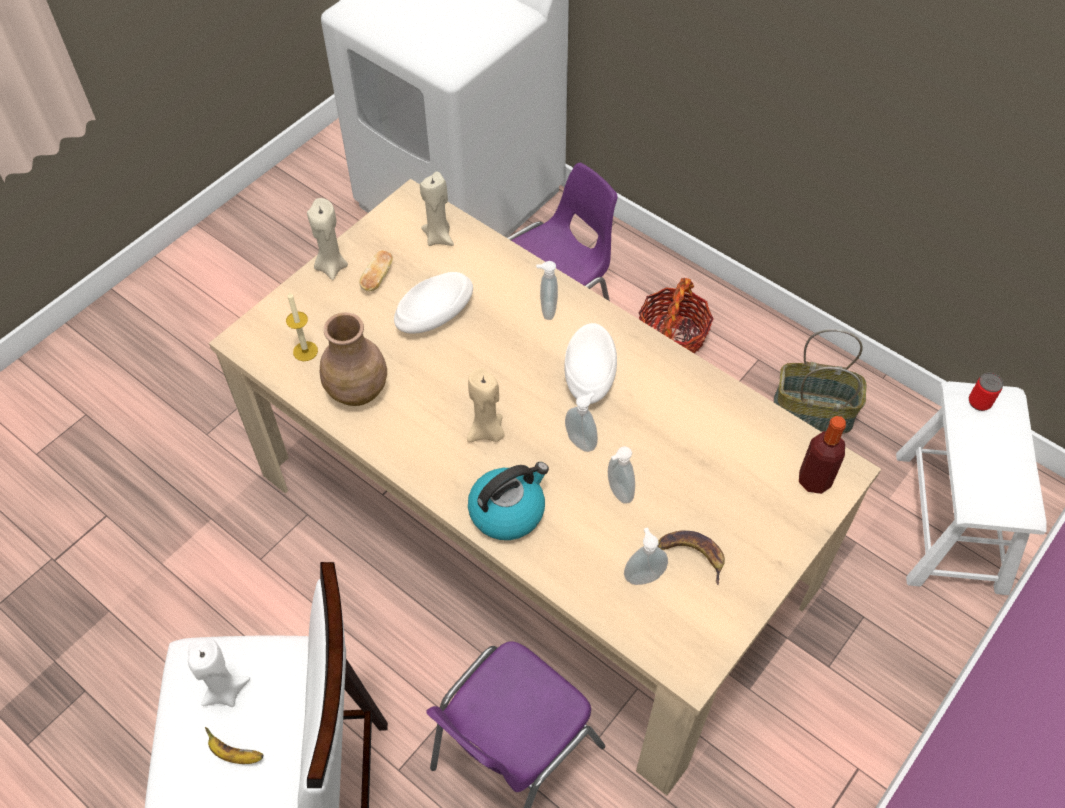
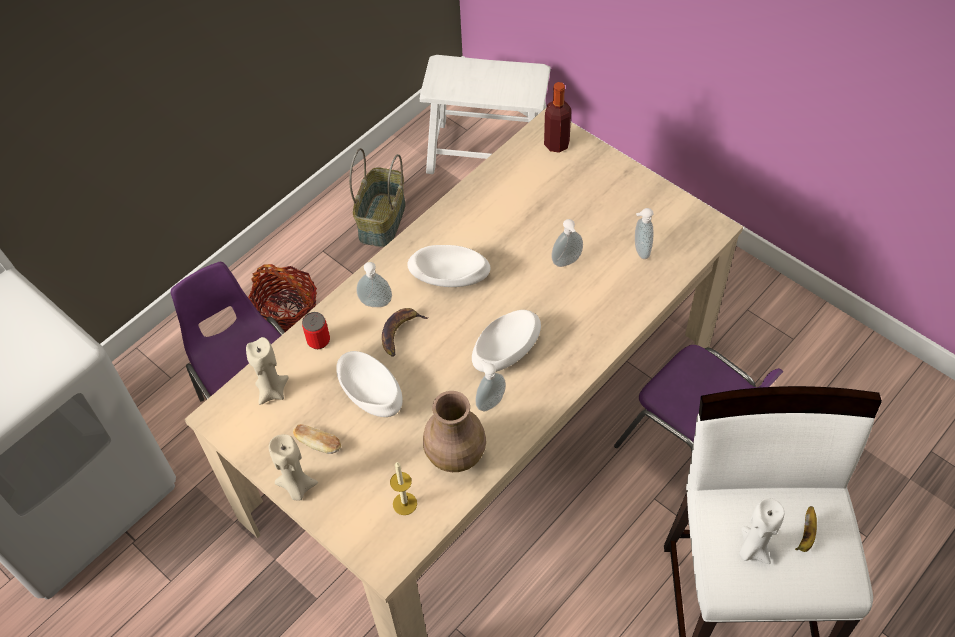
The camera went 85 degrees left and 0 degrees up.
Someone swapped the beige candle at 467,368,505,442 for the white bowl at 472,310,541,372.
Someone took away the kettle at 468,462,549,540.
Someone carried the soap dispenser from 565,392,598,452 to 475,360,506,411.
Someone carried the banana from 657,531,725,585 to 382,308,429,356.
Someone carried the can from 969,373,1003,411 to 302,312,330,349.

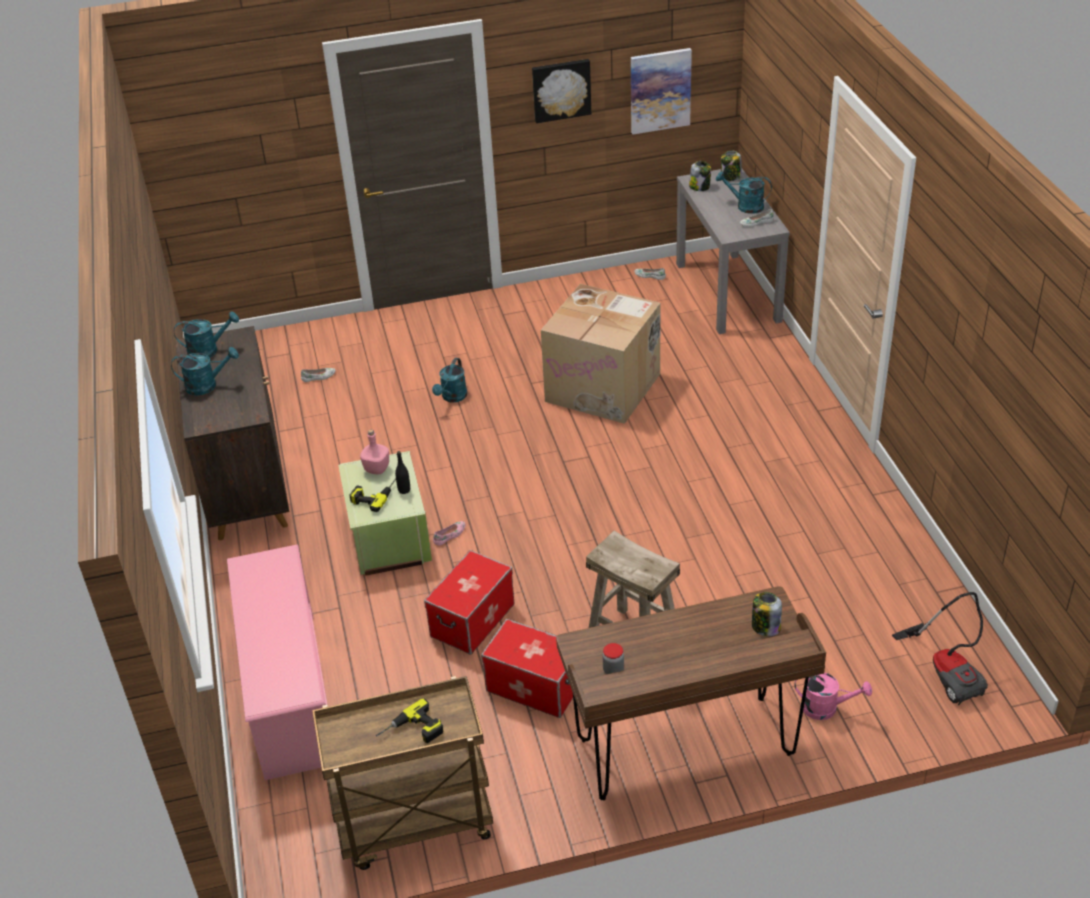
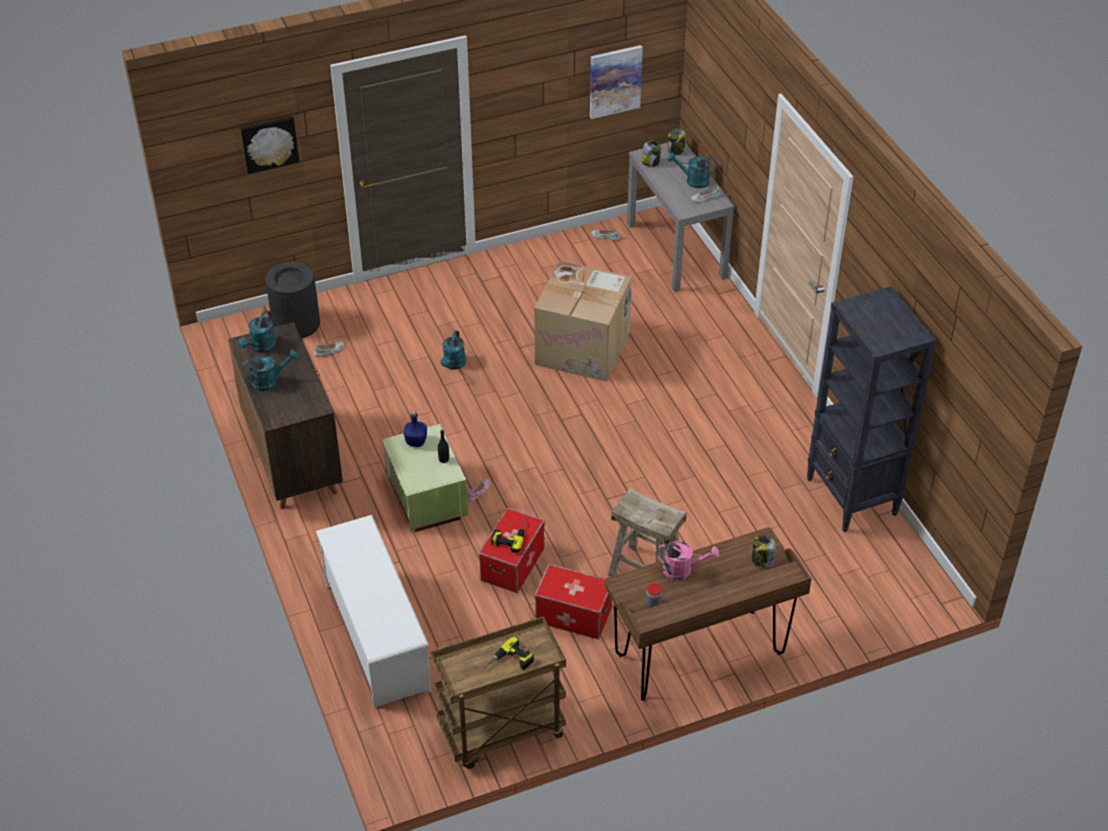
The camera went 10 degrees left and 5 degrees up.
Someone rotated the turquoise watering can at 174,312,239,358 by 135 degrees clockwise.
Someone repainted the pink shoe rack at 227,544,328,780, which became the white shoe rack at 316,515,431,707.
Someone carried the power drill from 350,478,396,512 to 491,520,526,553.
Someone repainted the pink bottle at 360,430,389,474, which became the blue bottle at 404,411,427,447.
Someone carried the picture from 532,59,591,123 to 240,116,299,174.
Someone carried the pink watering can from 794,673,872,720 to 656,541,719,581.
Someone took away the vacuum cleaner at 892,592,988,705.
Someone put down the black trash can at 265,262,320,339.
Someone put down the black bookcase at 807,286,937,532.

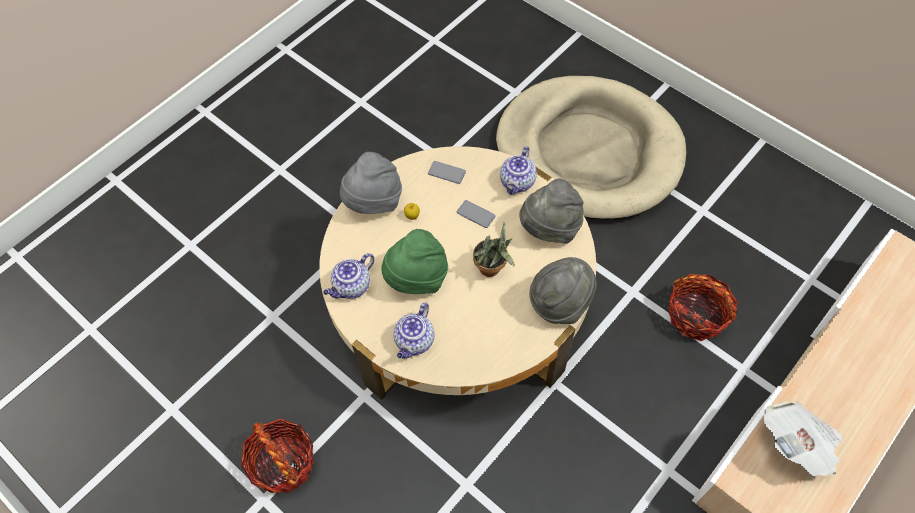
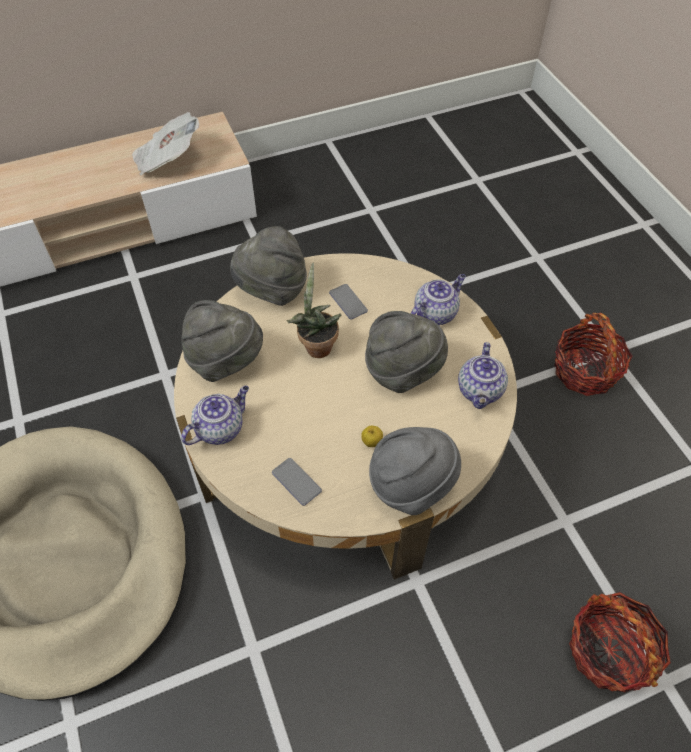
The camera went 155 degrees left and 5 degrees down.
Someone rotated the teapot at 323,253,374,299 by 120 degrees clockwise.
Someone repainted the green hat at 381,229,448,294, which became the grey hat at 365,311,448,393.
Someone carried the phone from 456,200,496,228 to 329,284,368,320.
Someone carried the basket from 669,274,738,341 to 569,592,671,692.

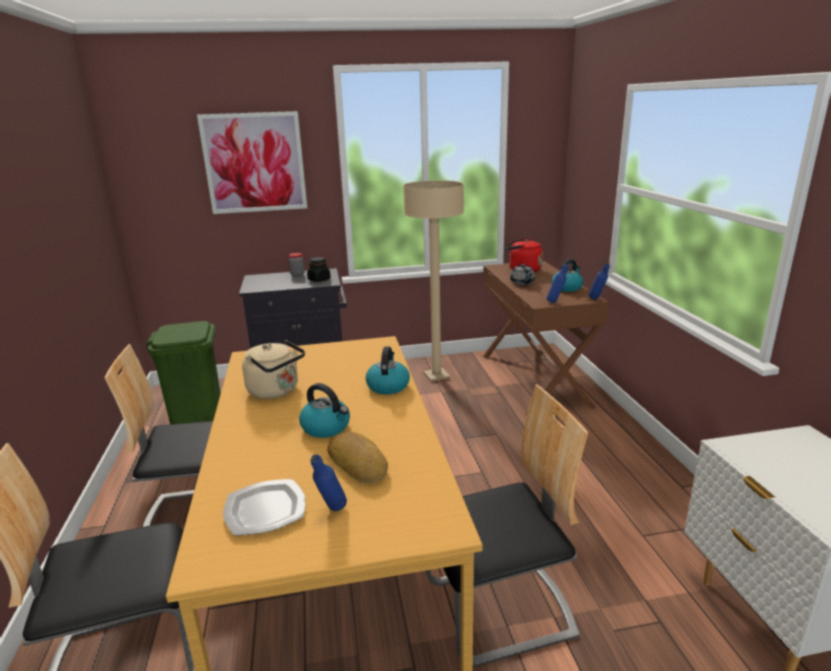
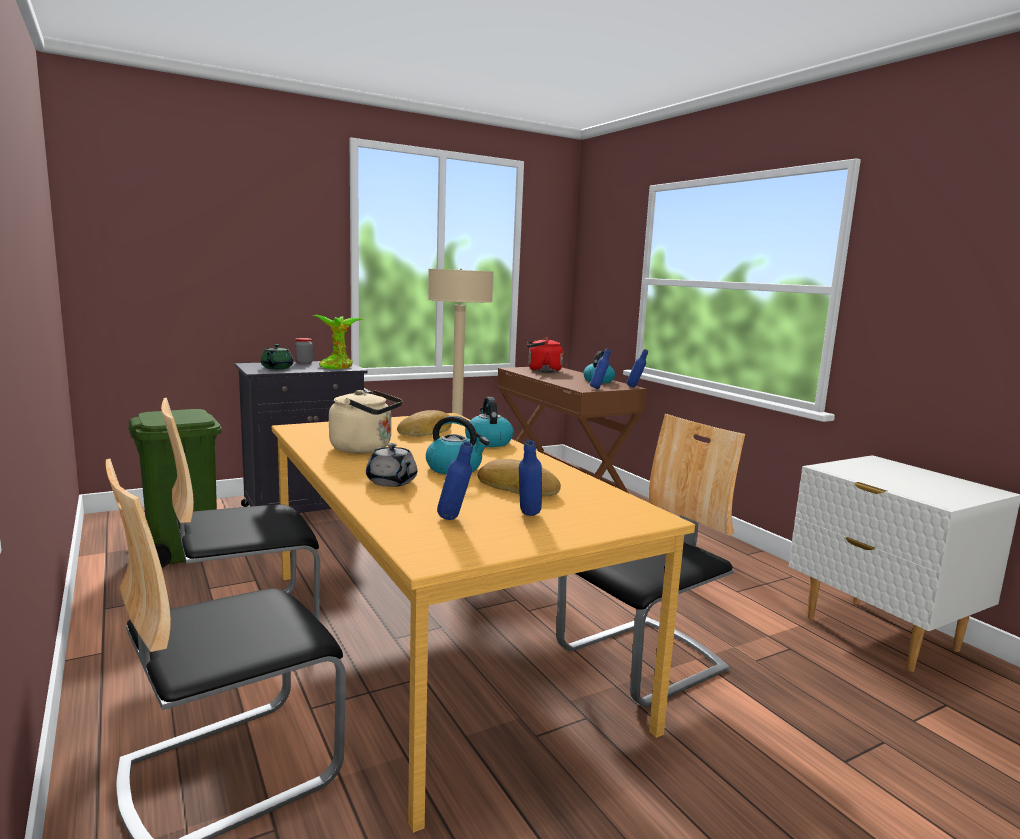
The camera went 20 degrees left and 10 degrees down.
Someone took away the picture at 197,111,307,214.
Someone swapped the plate at 223,479,306,536 for the blue bottle at 437,441,473,520.
Someone swapped the black jar at 307,257,331,282 for the potted plant at 312,315,363,369.
Someone carried the grey teapot from 510,264,535,285 to 366,443,417,487.
Someone put down the green teapot at 261,344,293,369.
Someone put down the bread at 397,410,452,436.

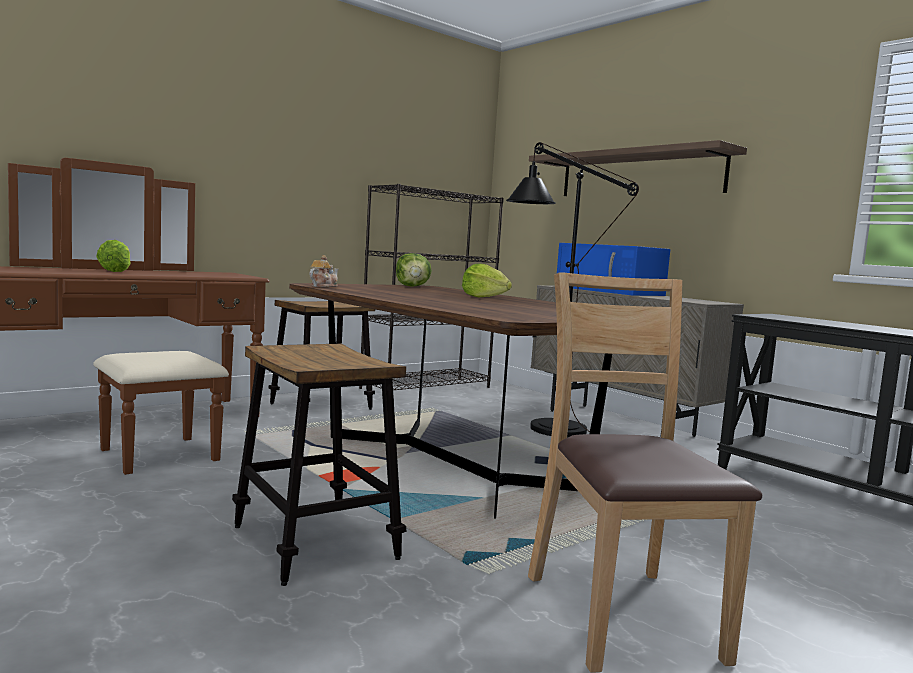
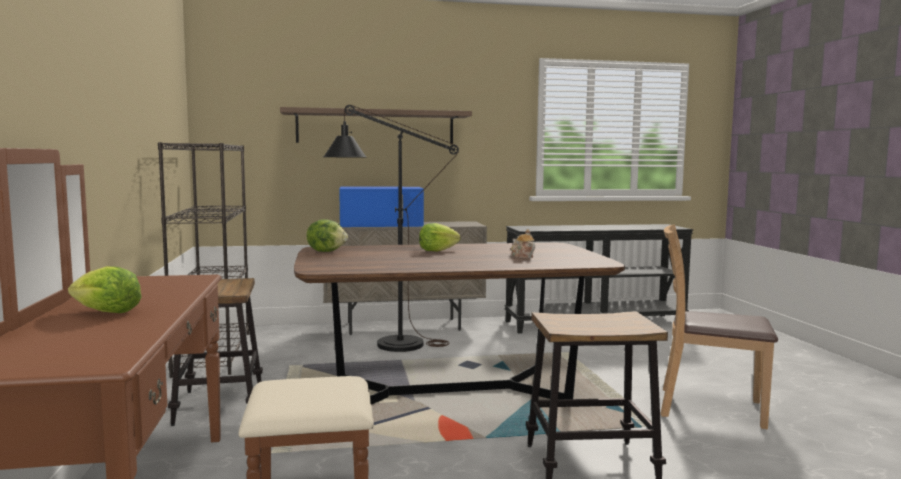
The camera went 60 degrees left and 0 degrees up.
Someone carried the teapot from 309,255,339,287 to 511,229,535,258.

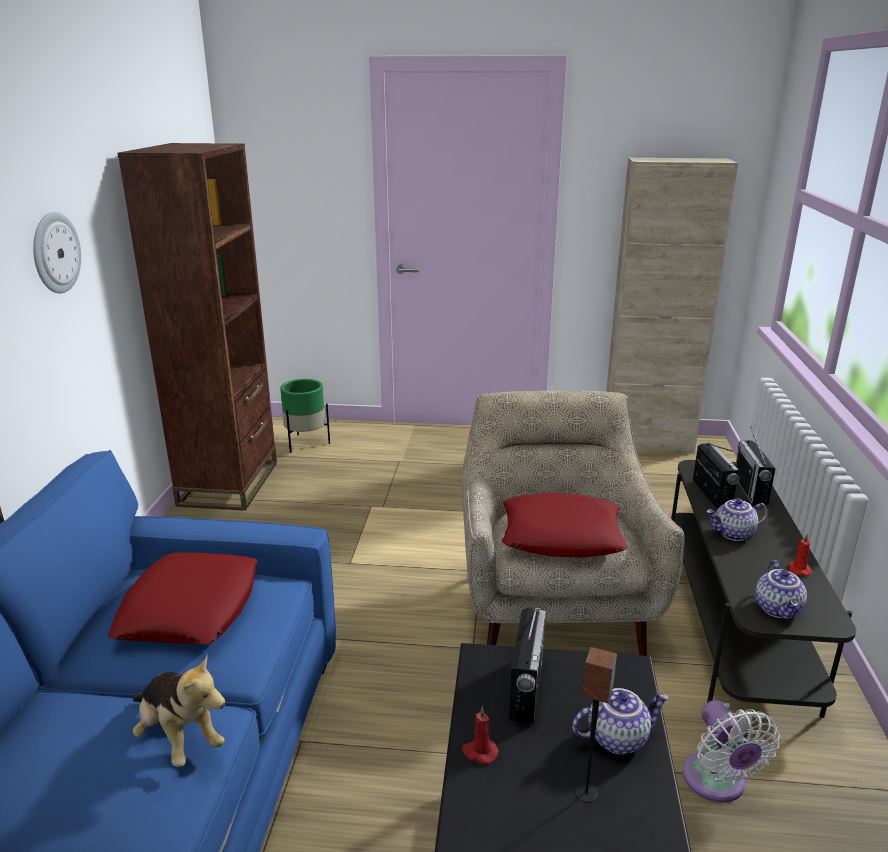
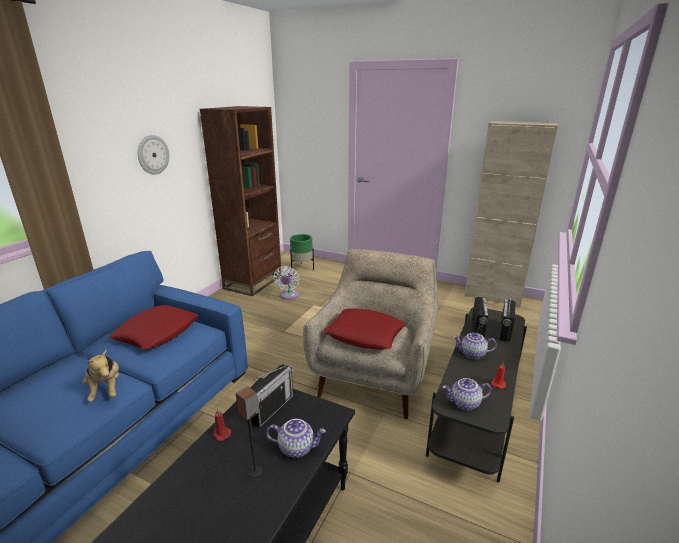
The camera went 20 degrees right and 0 degrees up.
Someone carried the white fan from 682,700,780,803 to 273,266,300,300.
Someone rotated the teapot at 755,560,807,620 by 60 degrees clockwise.

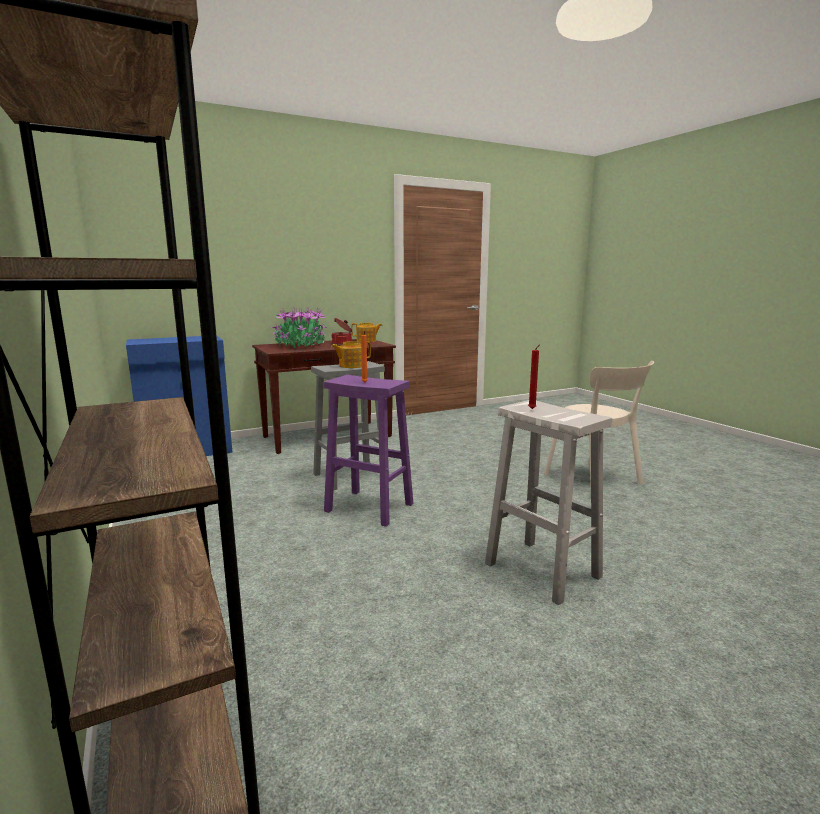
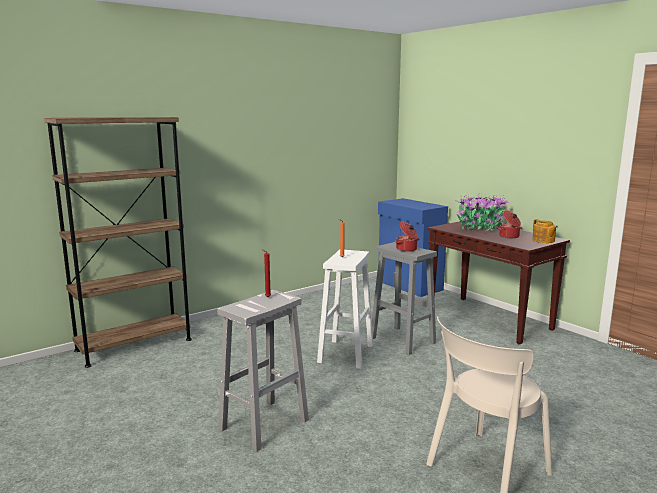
The camera went 80 degrees right and 0 degrees up.
Someone repainted the purple stool at 324,375,413,527, which became the white stool at 317,249,373,369.
Someone swapped the teapot at 331,341,371,368 for the cooking pot at 394,221,419,252.

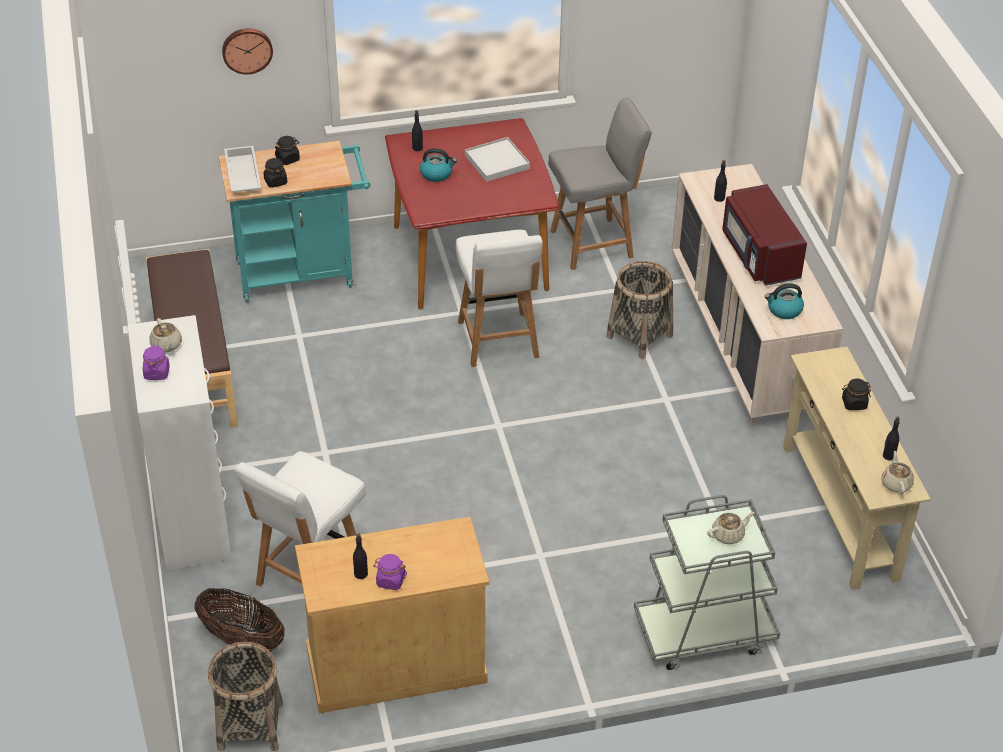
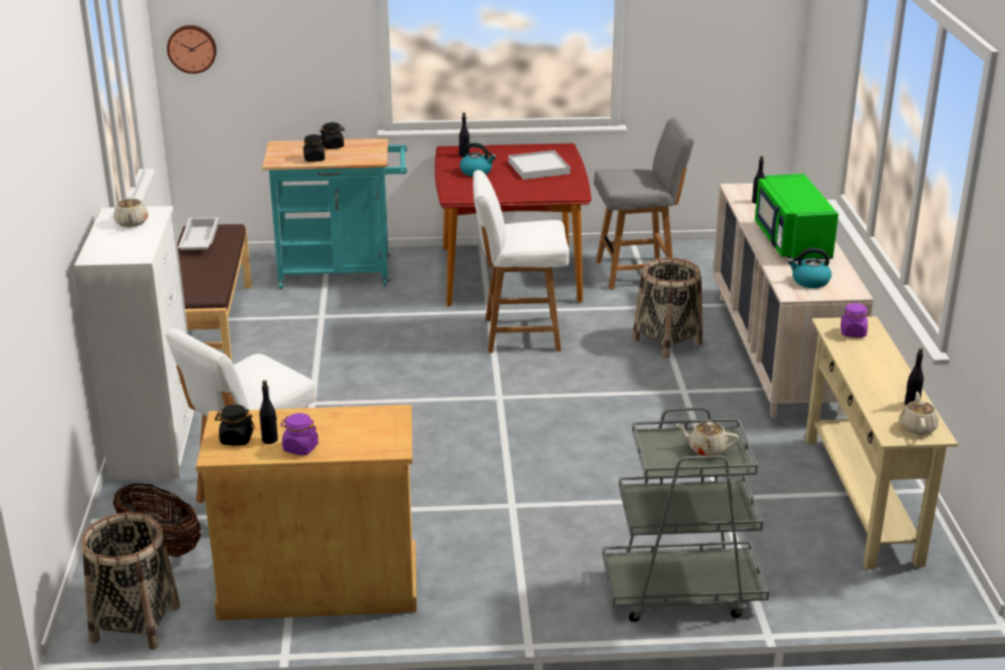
The camera went 10 degrees right and 15 degrees down.
Someone carried the purple jar from 143,346,170,380 to 841,303,868,337.
Someone carried the wall clock from 222,28,273,74 to 167,25,217,74.
Someone carried the white tray from 224,146,261,192 to 178,217,218,250.
Someone rotated the white chair at 456,230,543,367 by 90 degrees clockwise.
Someone rotated the beige teapot at 707,512,754,544 by 150 degrees counterclockwise.
Someone repainted the red microwave at 722,184,807,286, which became the green microwave at 755,174,838,261.
Someone carried the black jar from 842,379,871,410 to 215,404,255,446.

